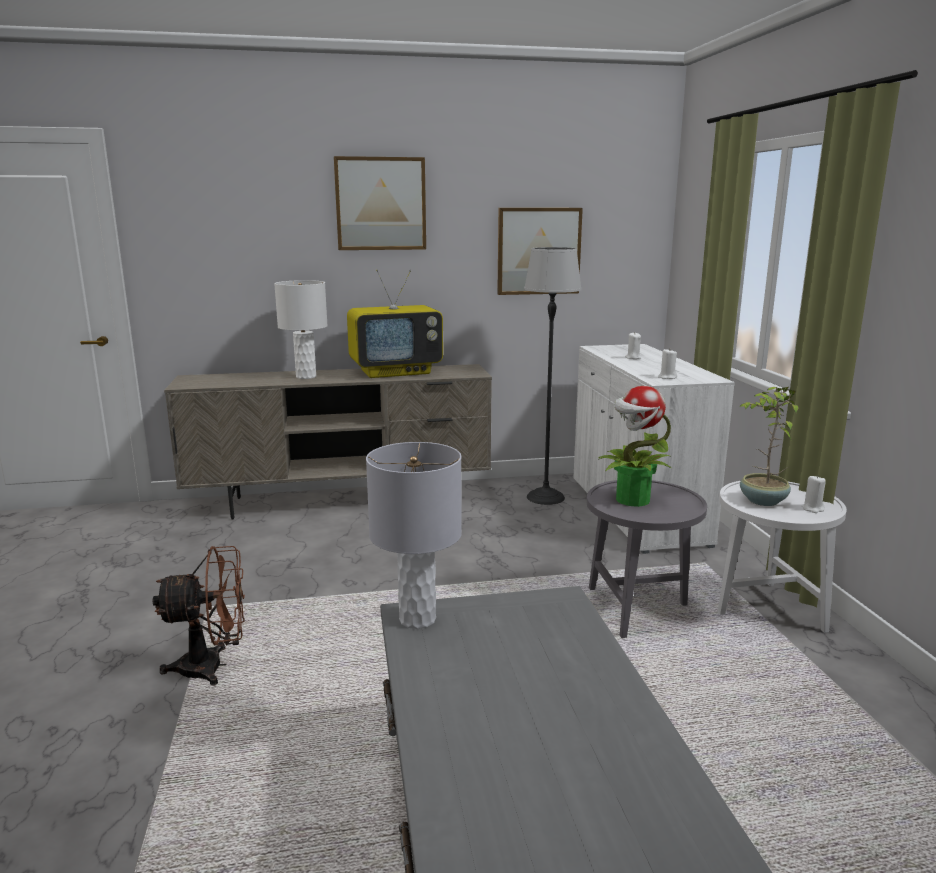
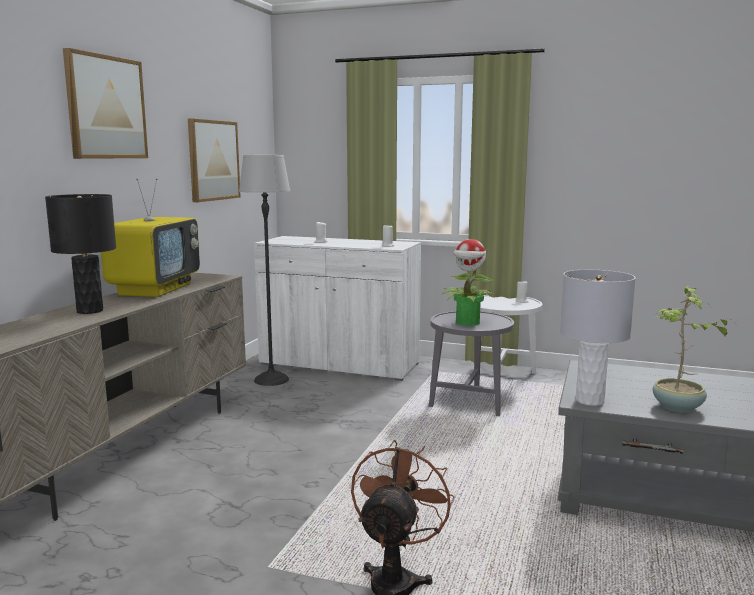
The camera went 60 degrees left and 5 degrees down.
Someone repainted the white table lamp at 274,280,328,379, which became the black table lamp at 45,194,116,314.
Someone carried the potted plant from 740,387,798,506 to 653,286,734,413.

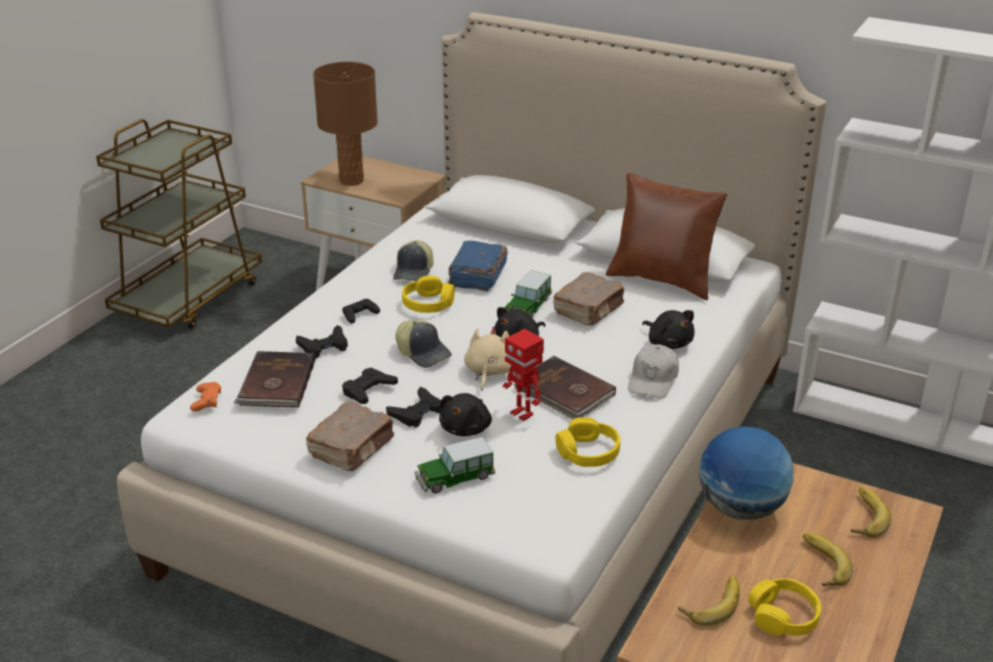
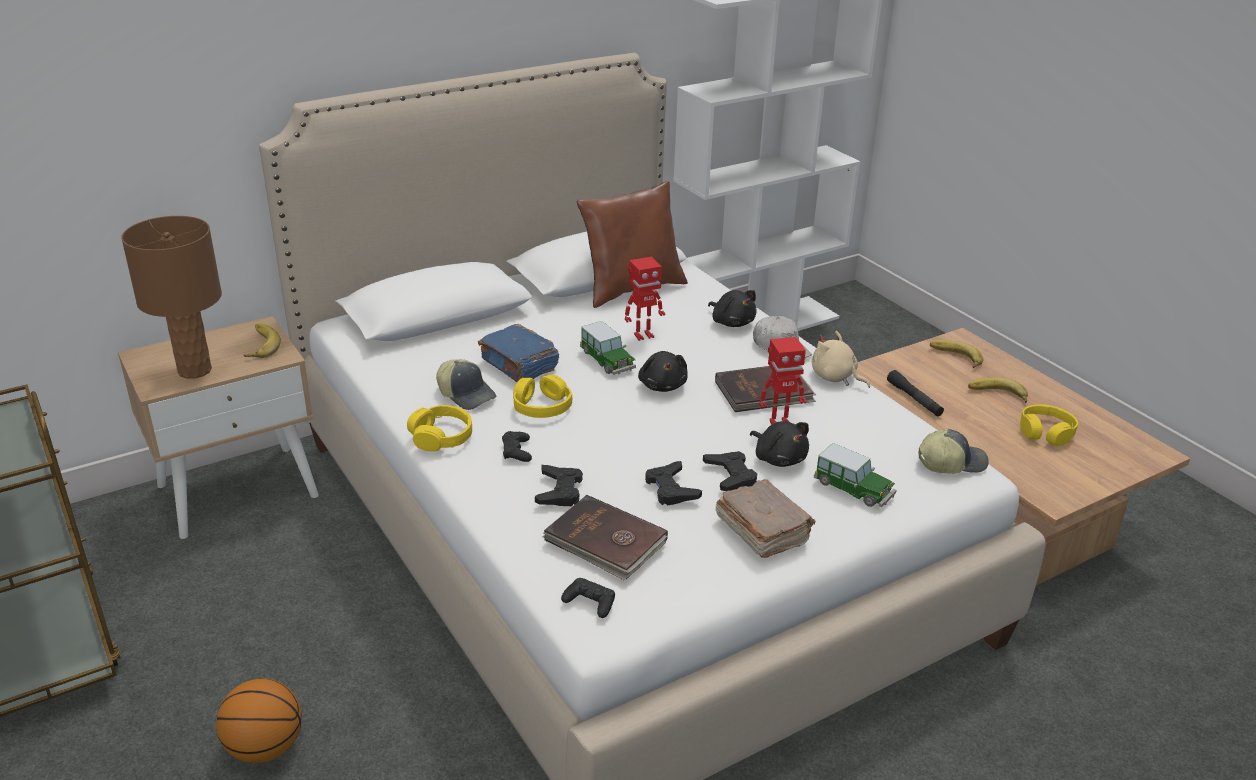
The camera went 60 degrees left and 0 degrees up.
Someone repainted the orange game controller at 190,382,221,411, which became the black game controller at 561,578,615,618.
Someone carried the cap from 395,320,452,368 to 918,428,989,474.
Someone rotated the toy car at 415,437,495,493 by 60 degrees counterclockwise.
Someone carried the beige plush toy from 464,326,512,391 to 812,331,870,388.
Someone swapped the brown book at 553,272,624,325 for the toy robot at 625,257,665,341.
Someone carried the yellow headphones from 556,417,620,467 to 407,405,472,452.
Someone rotated the black plush toy at 642,310,695,349 by 60 degrees clockwise.
Someone carried the banana from 678,575,740,626 to 244,323,281,358.
Someone swapped the globe at 699,426,794,520 for the black flashlight at 887,370,944,416.
Someone put down the basketball at 216,678,302,763.

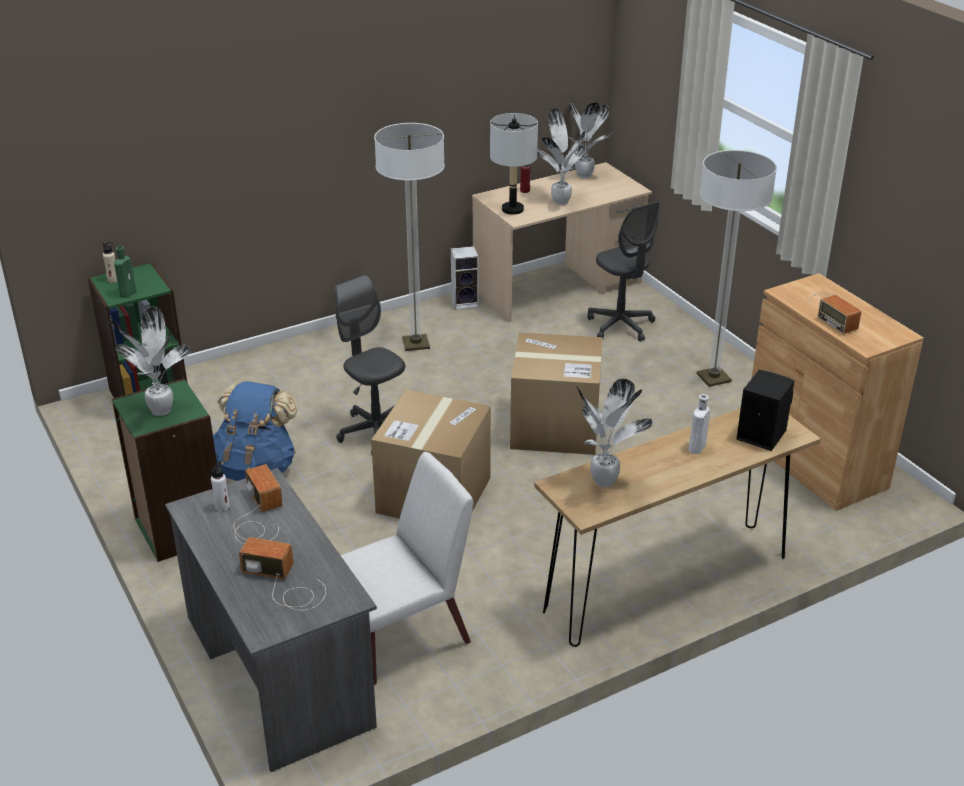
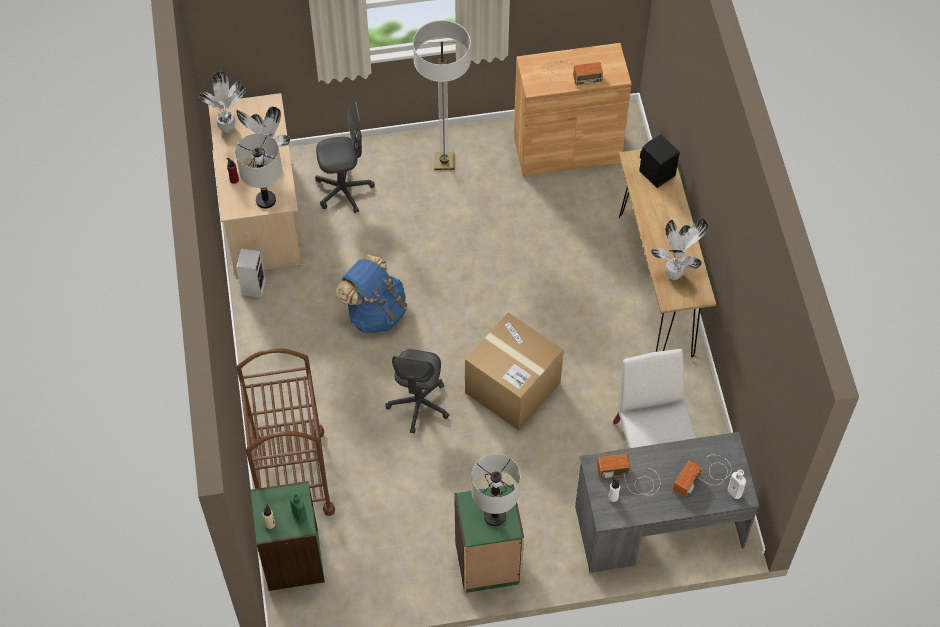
The camera went 70 degrees left and 25 degrees up.
Someone swapped the potted plant at 108,306,191,416 for the grey table lamp at 472,454,521,527.
Someone carried the blue backpack from 213,381,298,481 to 336,254,407,334.
Someone rotated the grey office chair at 335,275,405,454 by 60 degrees counterclockwise.
Someone took away the floor lamp at 374,123,445,351.
Someone took away the cardboard box at 510,332,603,455.
Someone carried the white bottle from 688,394,710,454 to 728,469,746,499.
Someone put down the brown cart at 237,348,335,516.

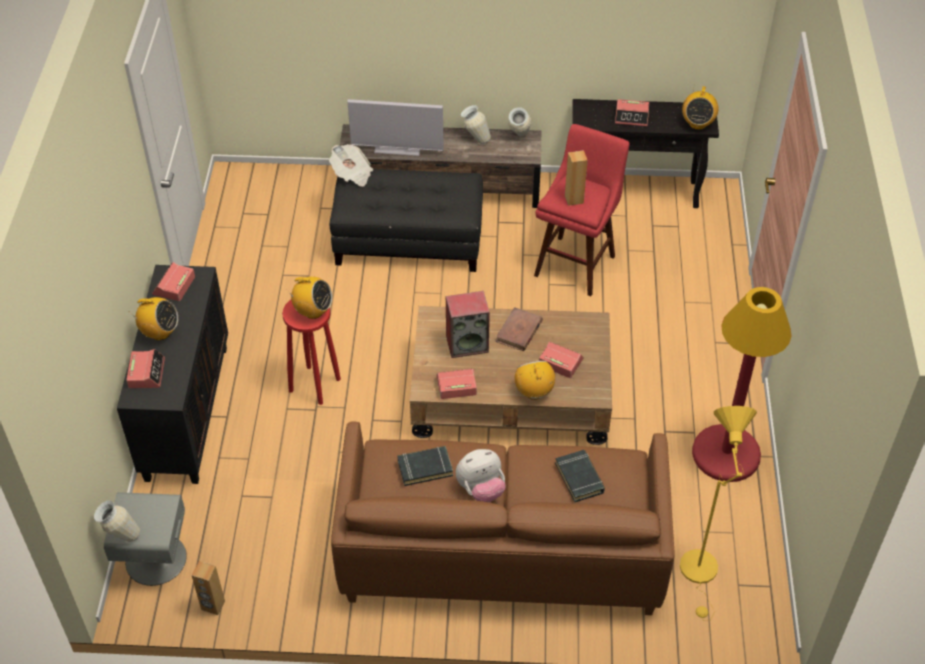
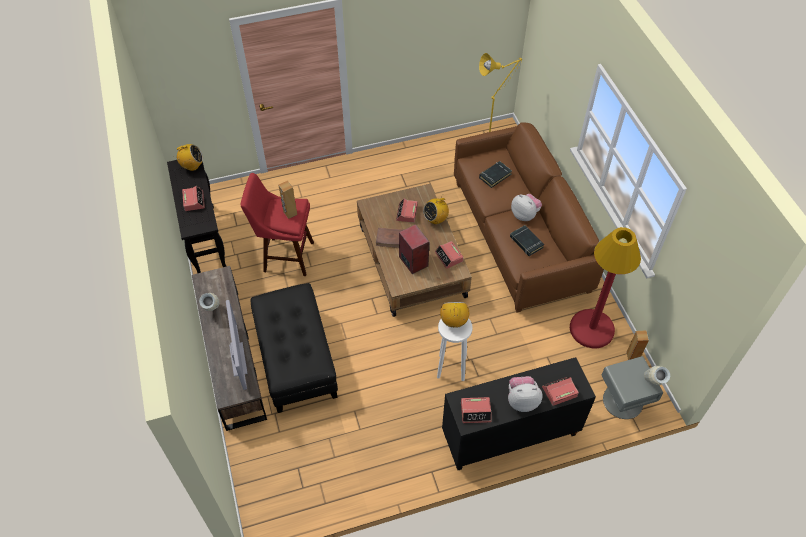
The camera went 110 degrees left and 5 degrees up.
Someone swapped the radio at 133,297,178,340 for the plush toy at 508,376,543,412.
Someone repainted the red stool at 282,300,341,405, which became the white stool at 437,319,473,381.
Someone took away the newspaper at 329,144,373,187.
Someone took away the vase at 508,107,531,136.
Someone carried the red floor lamp from 692,287,791,482 to 570,227,641,348.

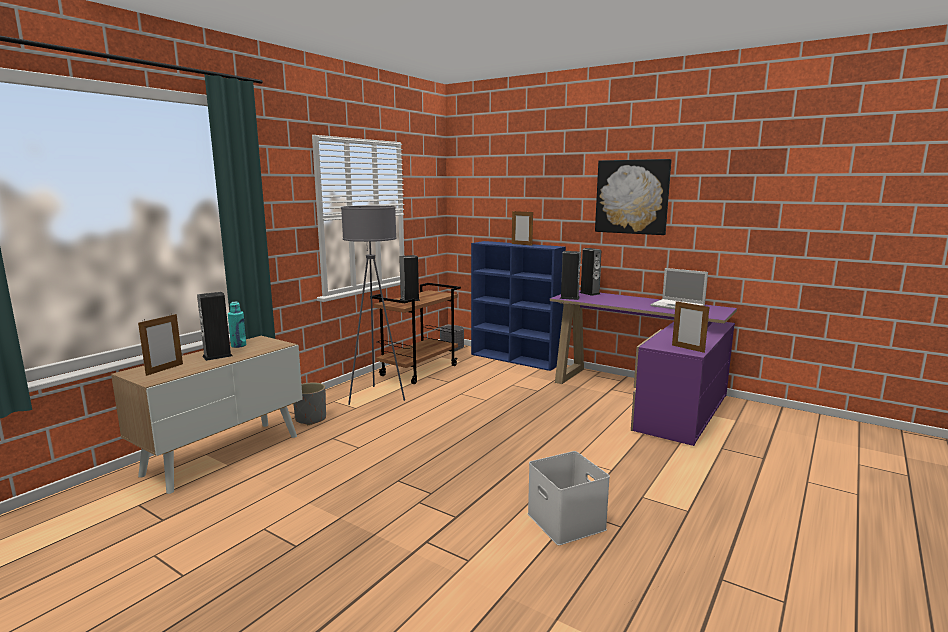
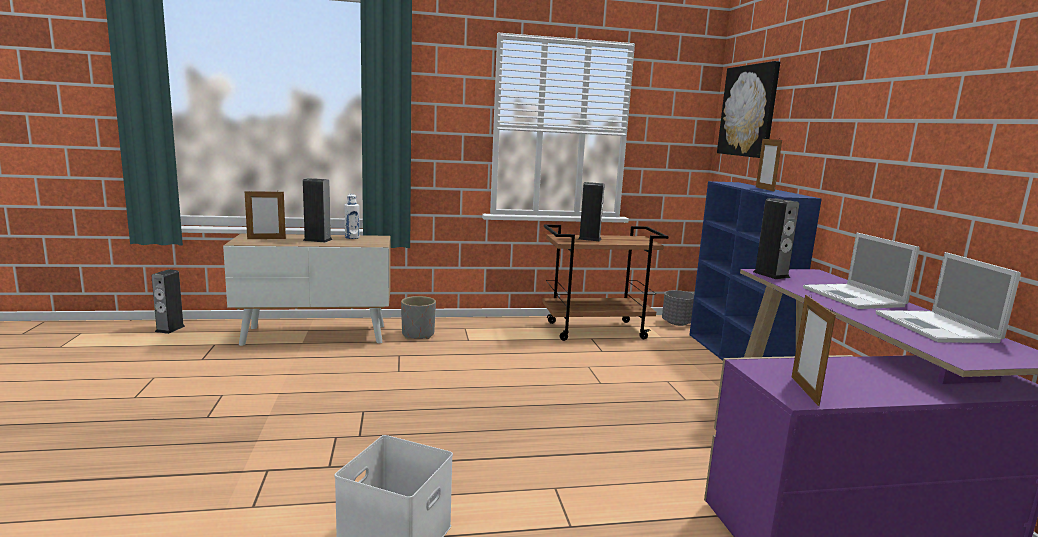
The camera went 45 degrees right and 0 degrees up.
Someone repainted the turquoise bottle at 228,302,246,348, which became the white bottle at 344,194,359,239.
Someone took away the grey floor lamp at 341,206,405,405.
Someone carried the speaker from 579,248,601,296 to 151,269,185,334.
Someone carried the picture from 595,159,672,235 to 717,61,780,158.
Someone put down the laptop at 803,233,920,309.

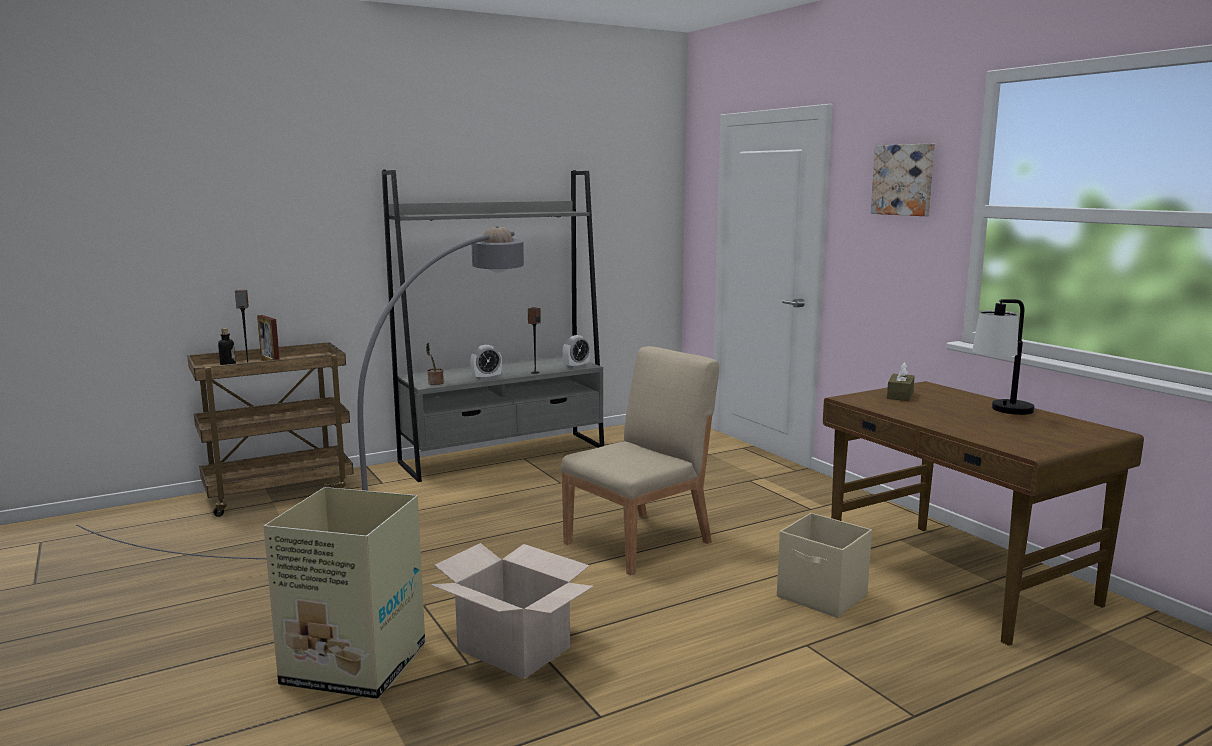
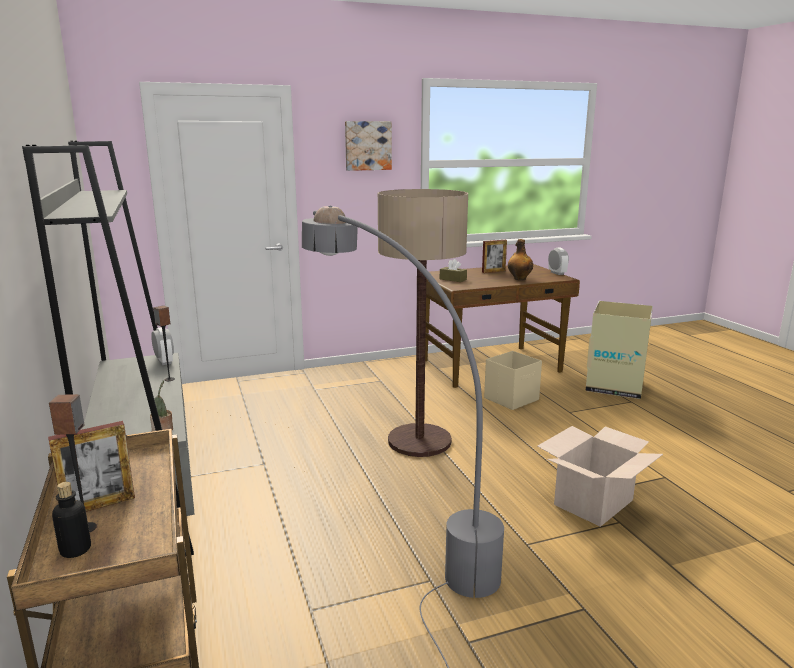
The camera went 80 degrees left and 5 degrees up.
Someone carried the cardboard box from 264,487,425,699 to 585,301,653,399.
Someone carried the alarm clock from 470,345,502,380 to 548,247,569,275.
Someone swapped the beige chair at 561,346,719,575 for the floor lamp at 378,189,468,457.
Someone swapped the table lamp at 972,299,1034,415 for the picture frame at 482,240,507,273.
Someone put down the bottle at 508,239,533,280.

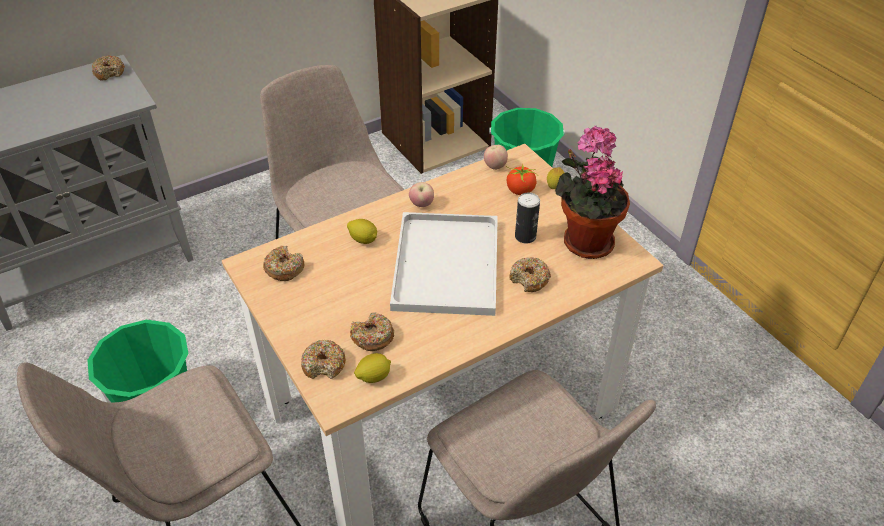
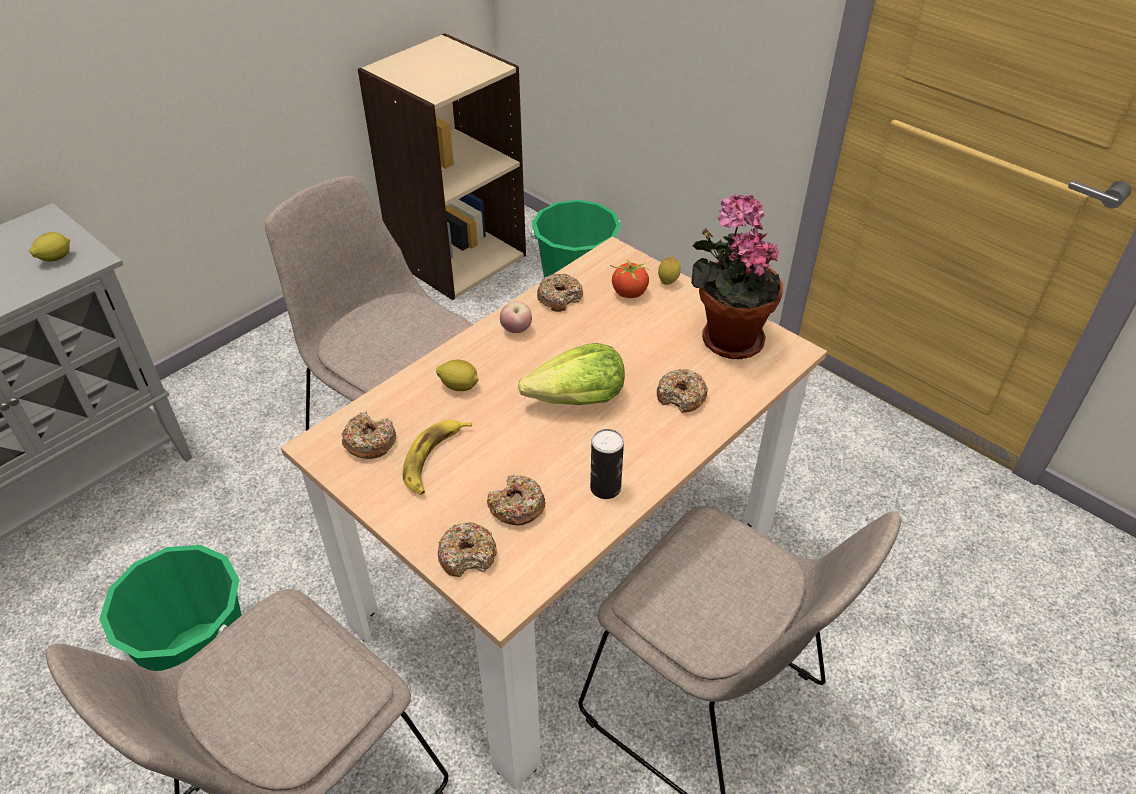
The camera went 15 degrees left and 0 degrees up.
Someone carried the donut from 92,55,125,81 to 537,274,583,312.
Someone carried the lemon from 354,353,391,383 to 29,232,70,262.
Someone swapped the white tray at 390,212,498,316 for the lettuce at 518,343,625,405.
Someone took away the apple at 484,145,508,170.
Someone carried the can from 515,192,540,243 to 590,429,624,499.
Someone put down the banana at 402,420,472,495.

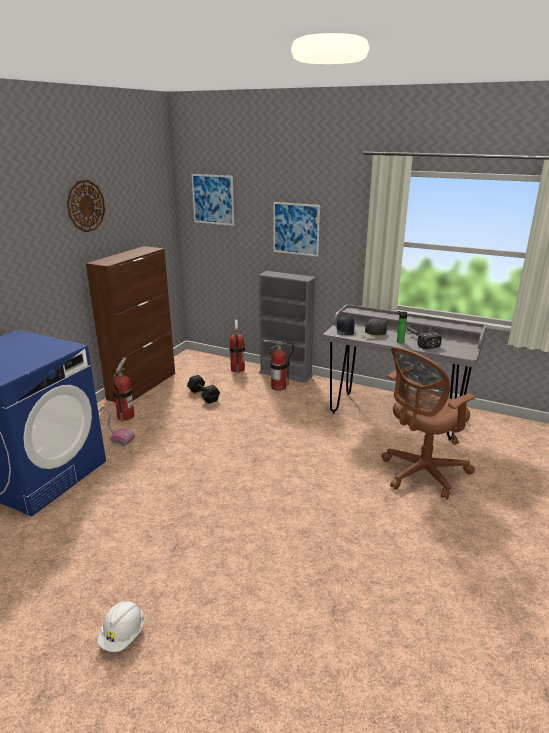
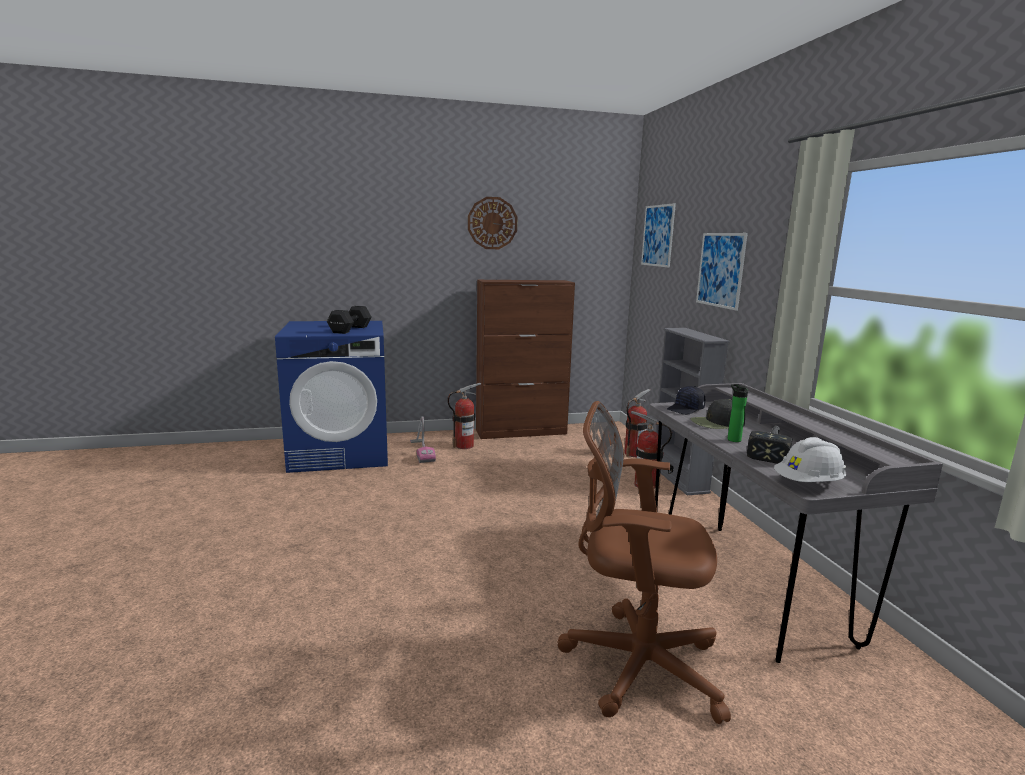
The camera went 50 degrees right and 10 degrees down.
Someone carried the white hard hat from 97,601,144,652 to 774,437,847,482.
Someone carried the black dumbbell from 187,375,220,404 to 327,306,372,334.

